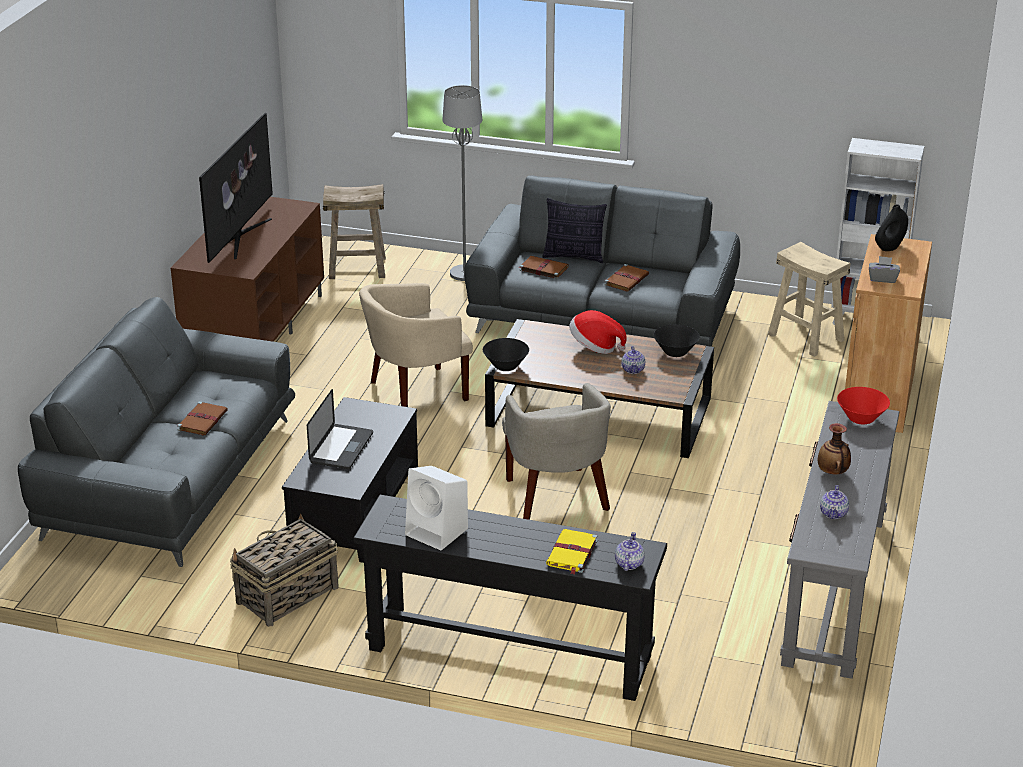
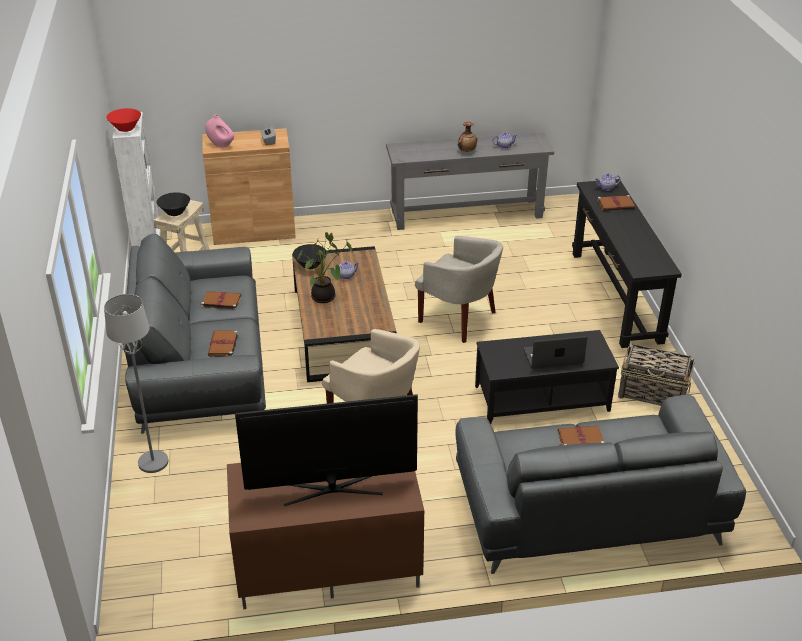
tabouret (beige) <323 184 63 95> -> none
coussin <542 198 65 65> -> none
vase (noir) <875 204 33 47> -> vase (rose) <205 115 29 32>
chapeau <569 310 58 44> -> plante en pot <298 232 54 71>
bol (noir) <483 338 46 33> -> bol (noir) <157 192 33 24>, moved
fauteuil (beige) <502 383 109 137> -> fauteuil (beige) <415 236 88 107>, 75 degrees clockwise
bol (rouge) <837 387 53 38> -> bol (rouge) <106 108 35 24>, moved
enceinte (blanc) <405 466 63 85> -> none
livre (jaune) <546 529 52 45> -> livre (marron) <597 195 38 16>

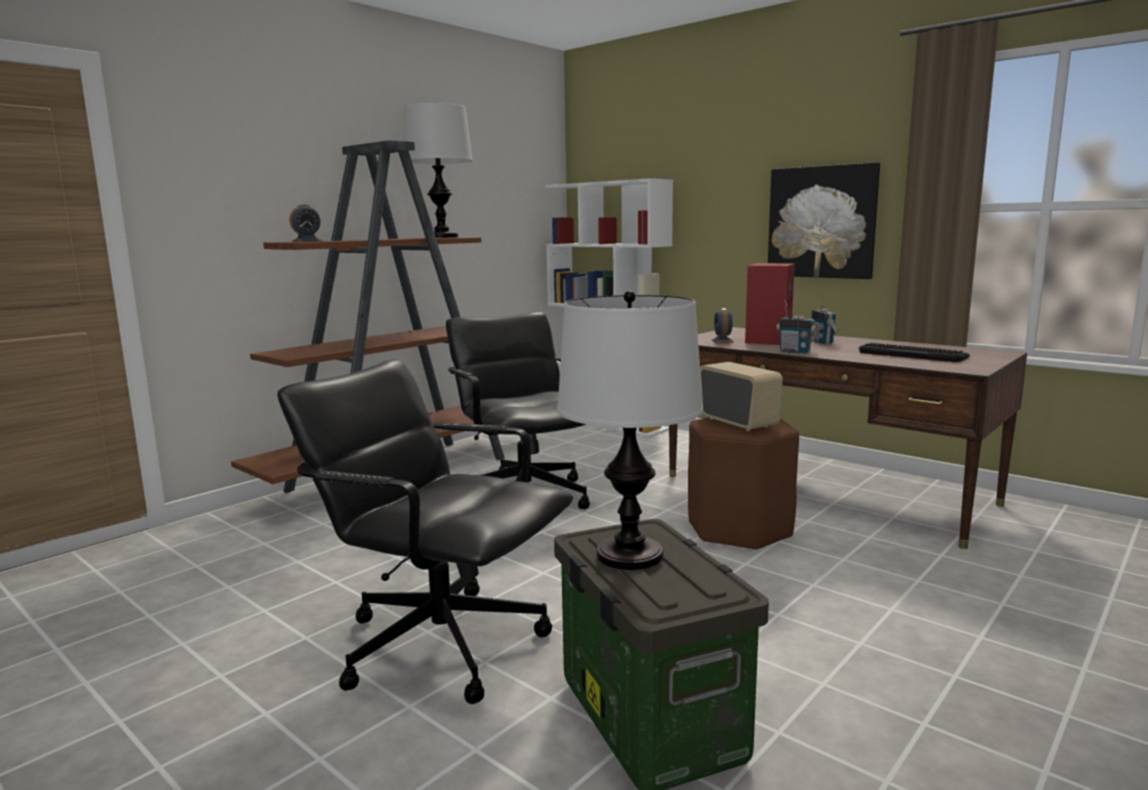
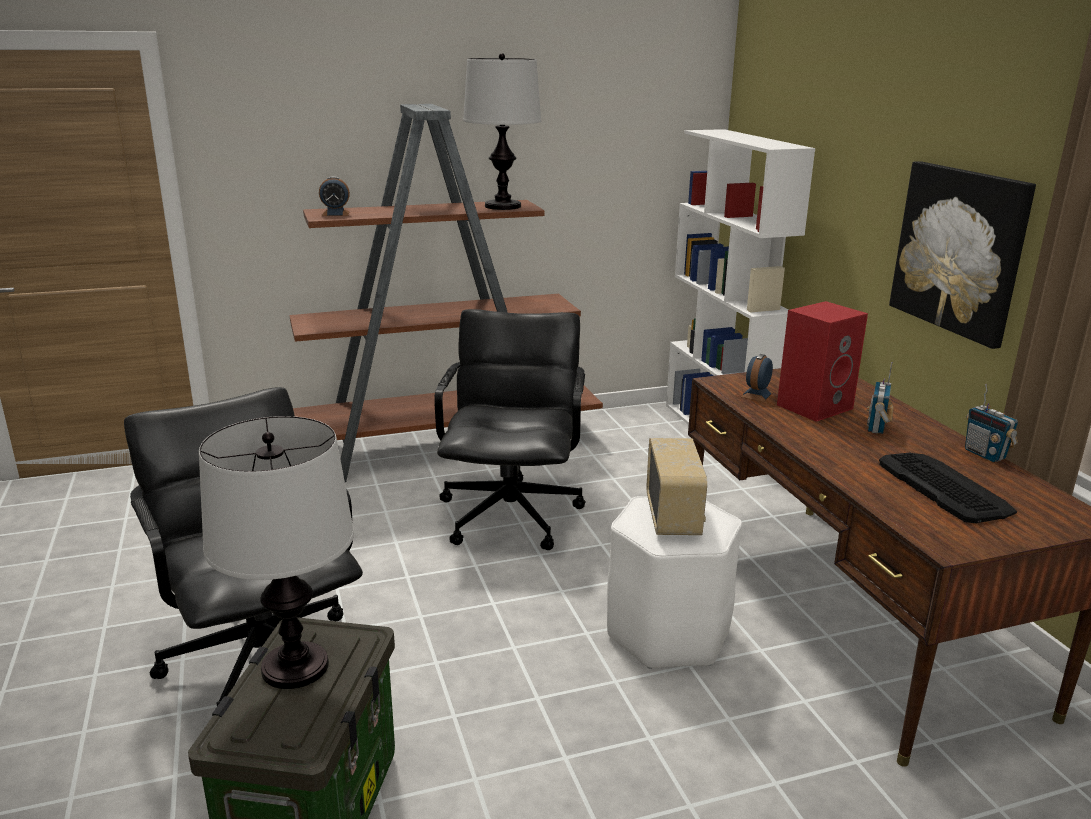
radio <776 300 40 54> -> radio <965 384 53 78>, moved
tabouret (marron) <688 417 111 134> -> tabouret (blanc) <607 496 135 173>

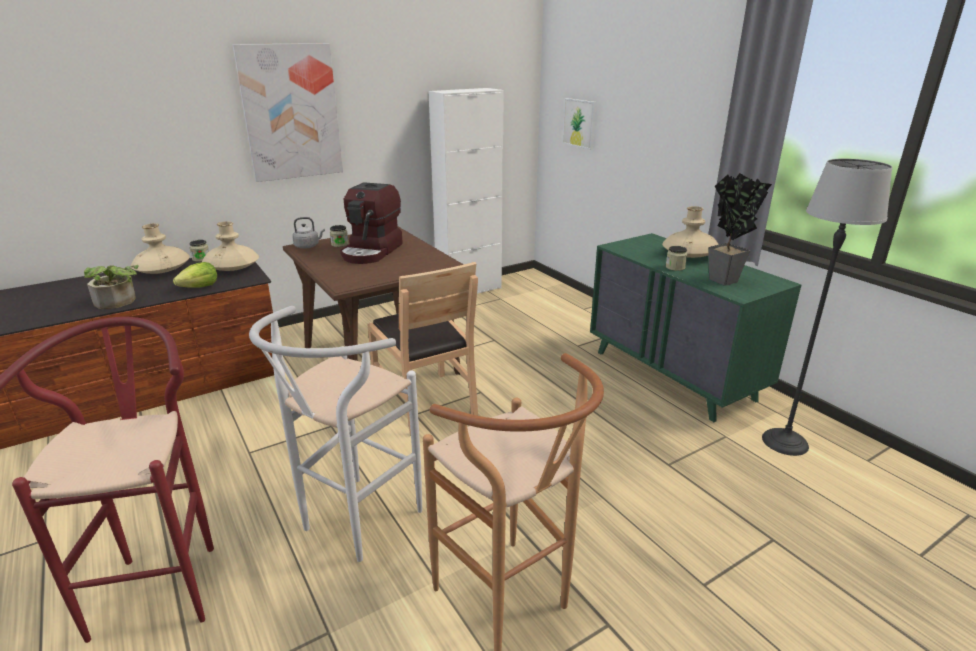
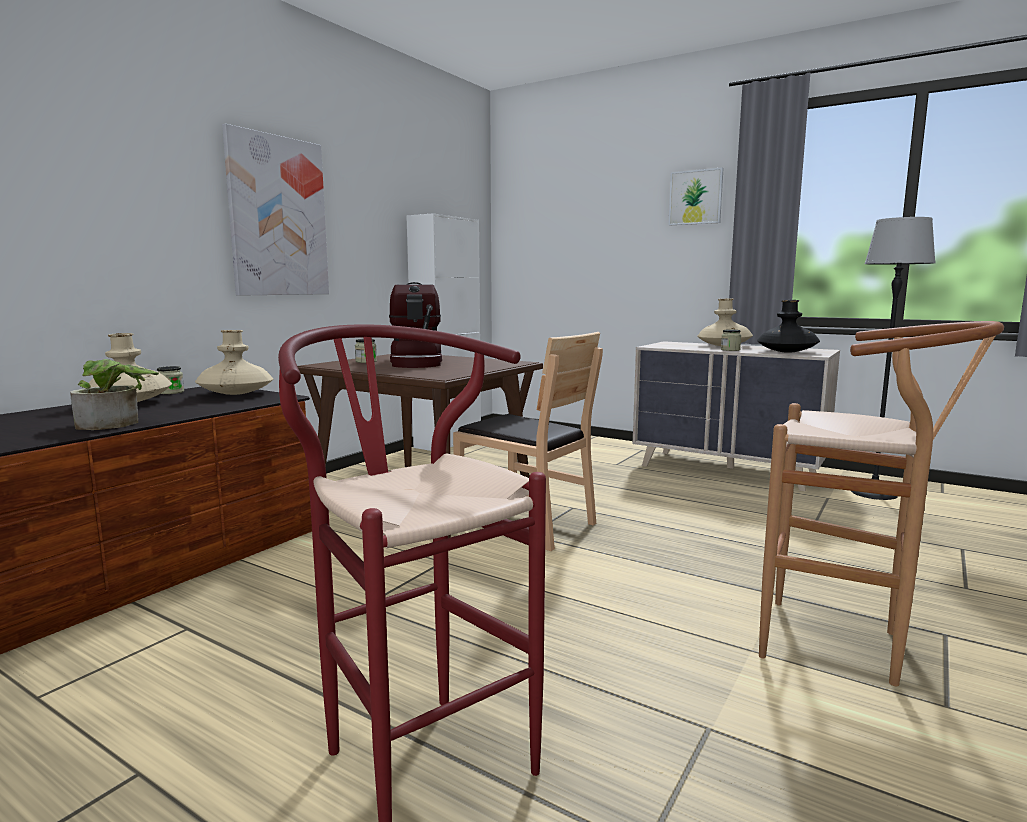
tableau <562 98 34 52> -> tableau <668 167 56 58>, moved
plante en pot <708 173 64 113> -> vase (noir) <757 300 63 53>
bouilloire (gris) <292 217 33 32> -> none
commode (vert) <590 233 211 189> -> commode (beige) <632 341 208 151>
laitue <173 262 44 26> -> none
tabouret (blanc) <249 306 173 256> -> none

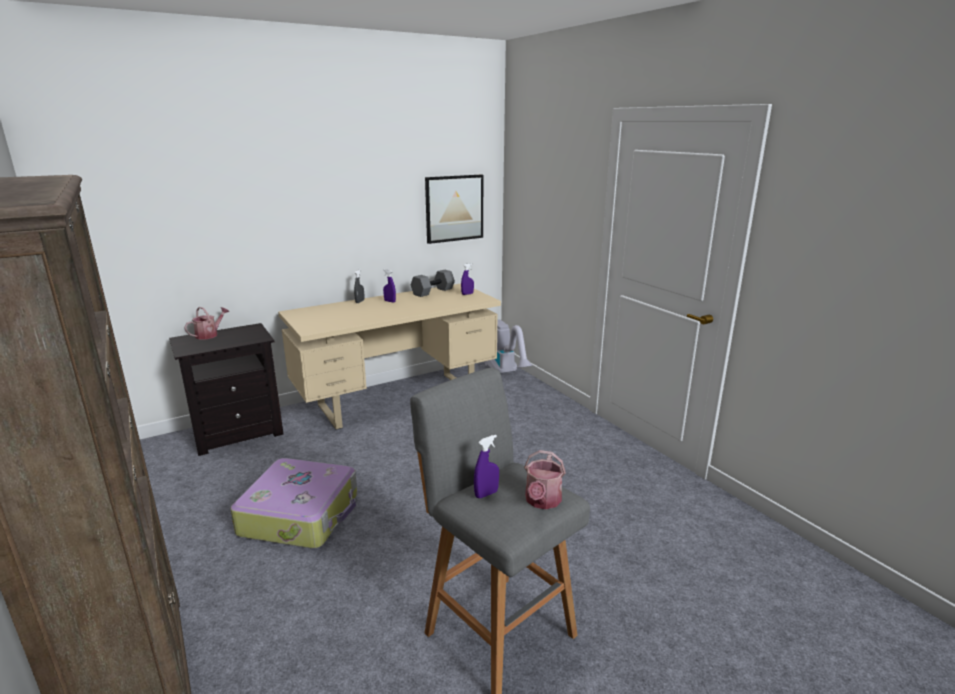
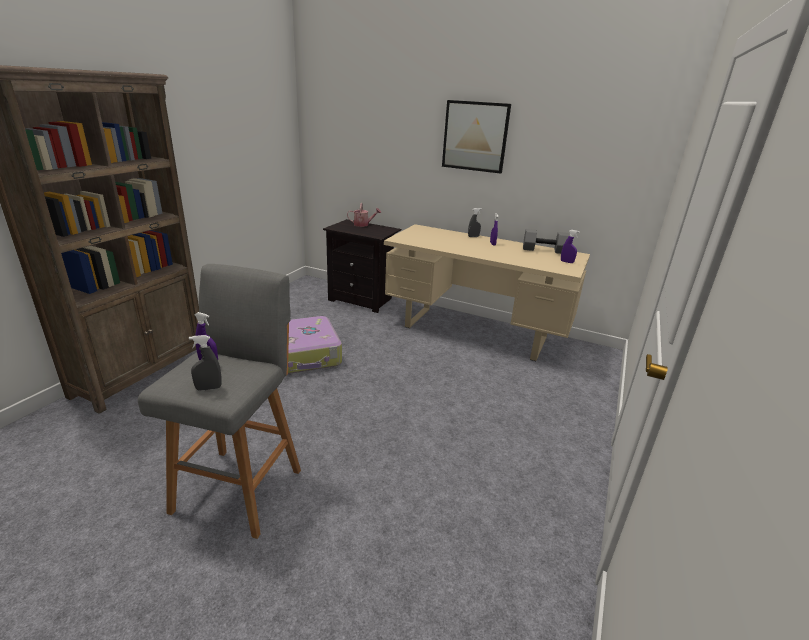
tableau <425 174 58 70> -> tableau <442 100 69 74>, moved
aspirateur <485 320 48 53> -> none
arrosoir <524 450 42 59> -> vaporisateur (gris) <189 335 33 56>

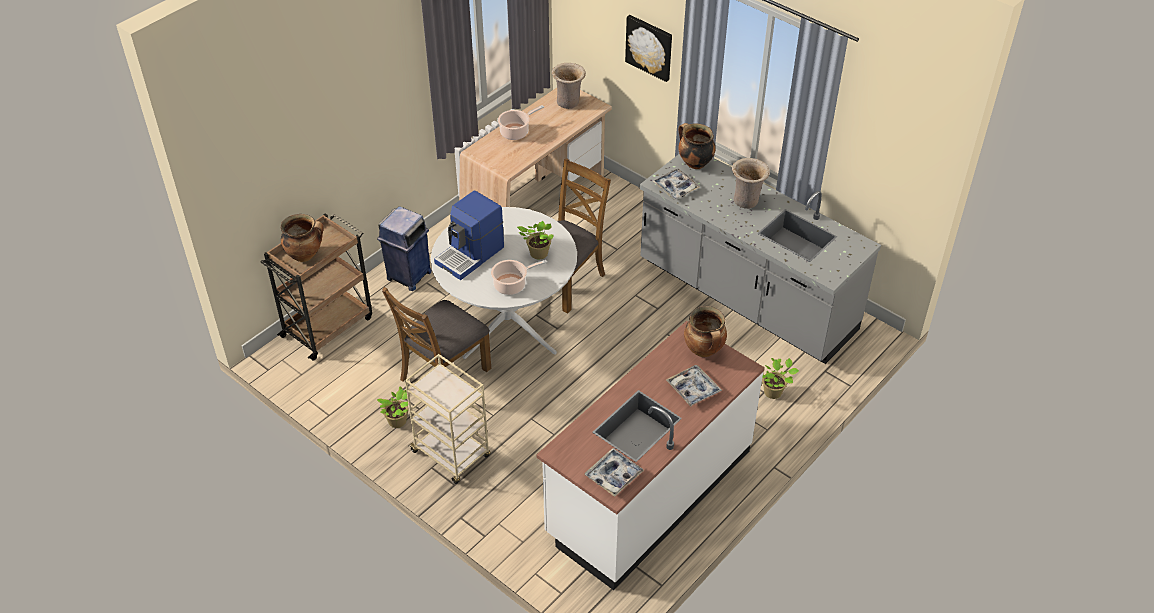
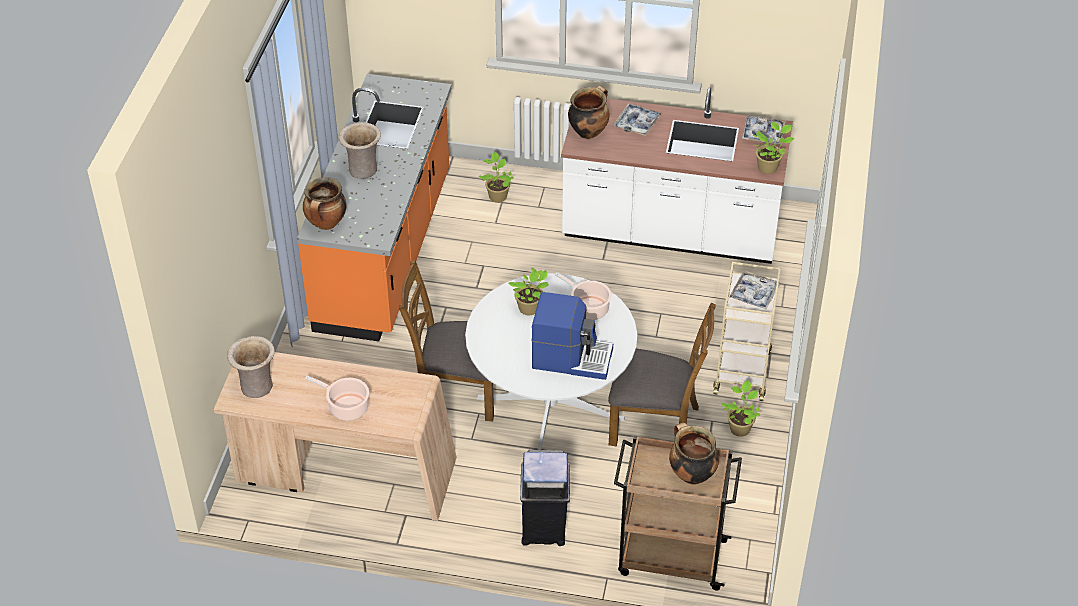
tableau <625 15 47 67> -> none
comptoir de cuisine (gris) <640 154 241 210> -> comptoir de cuisine (orange) <297 74 155 268>
plateau <653 169 47 31> -> plateau <729 271 51 39>, moved
none -> plante en pot <752 122 42 52>

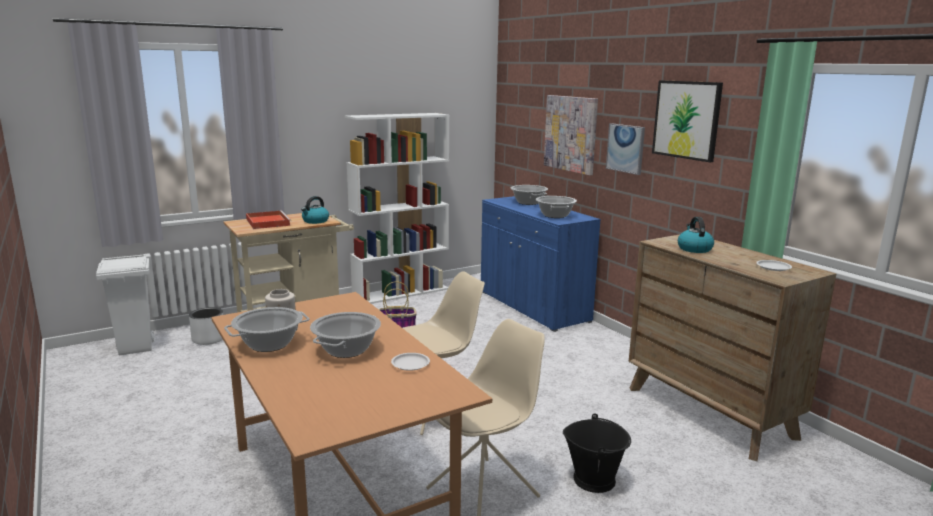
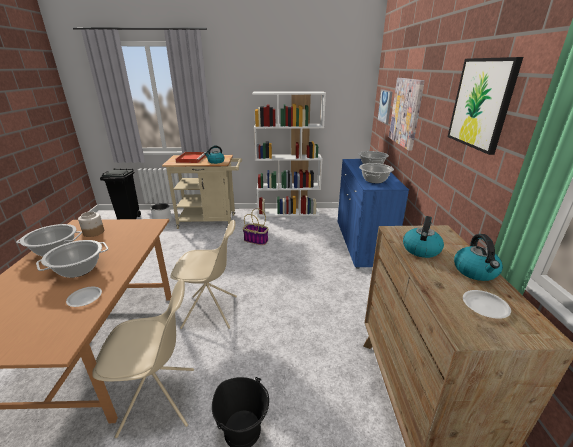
tableau <606 123 39 52> -> tableau <377 89 15 35>, moved
poubelle (blanc) <96 254 59 102> -> poubelle (noir) <100 168 41 51>
none -> bouilloire <454 234 49 47>

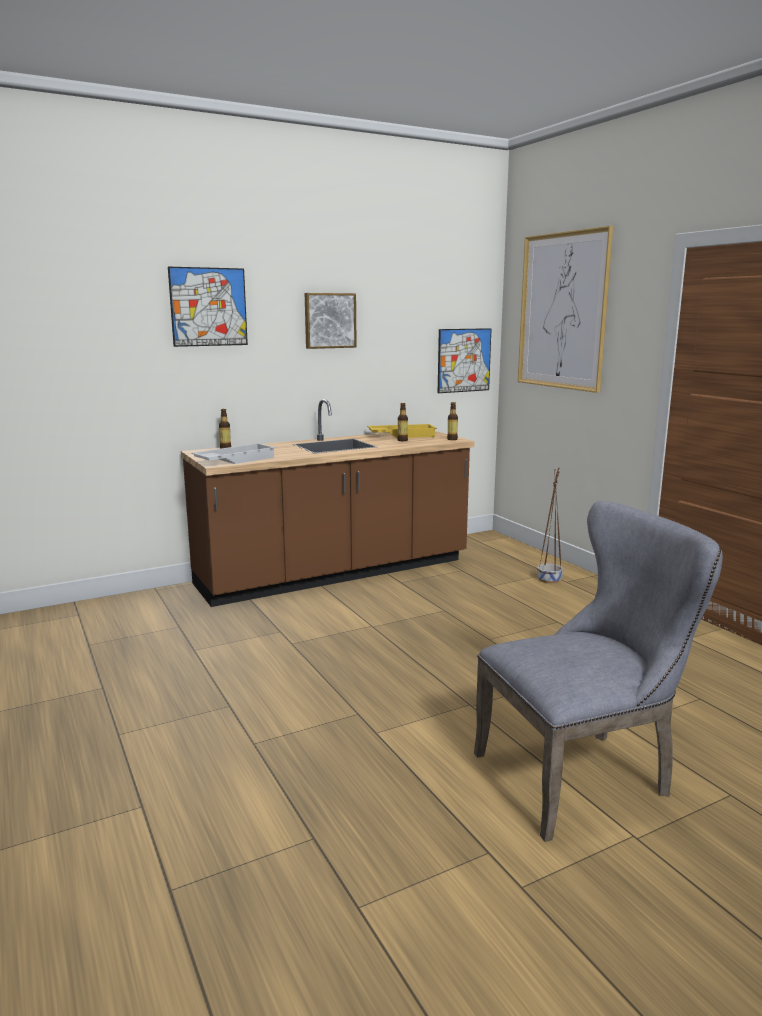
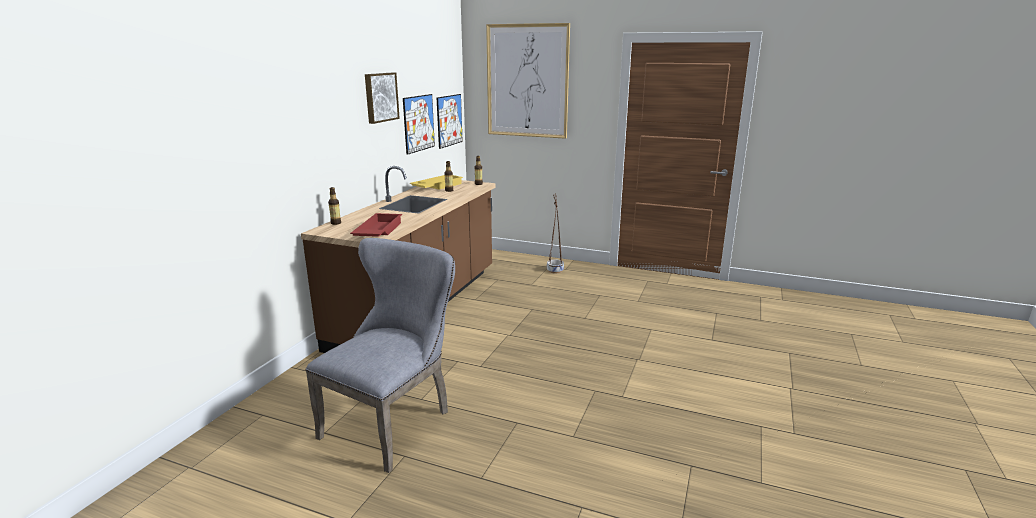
tableau <168 267 80 80> -> tableau <403 94 32 61>, moved
plateau (blanc) <191 443 85 21> -> plateau (rouge) <350 213 52 24>
chaise (gris) <474 501 248 341> -> chaise (gris) <305 238 150 235>, moved

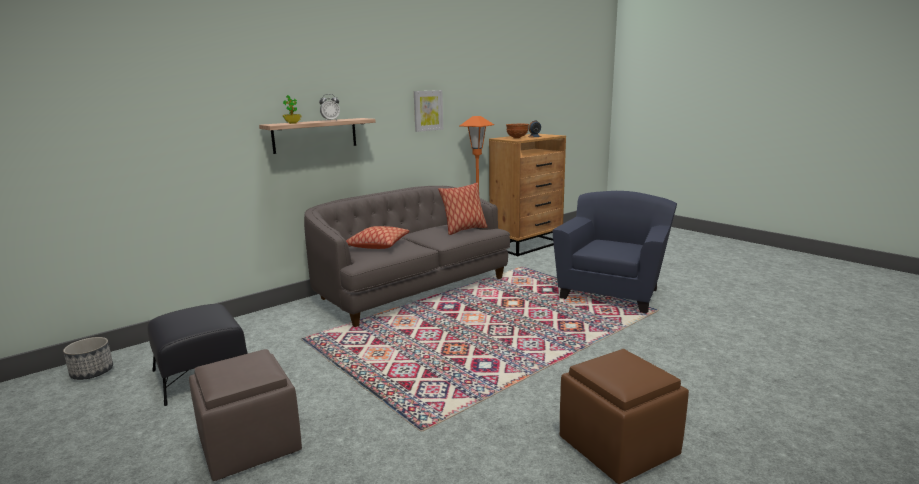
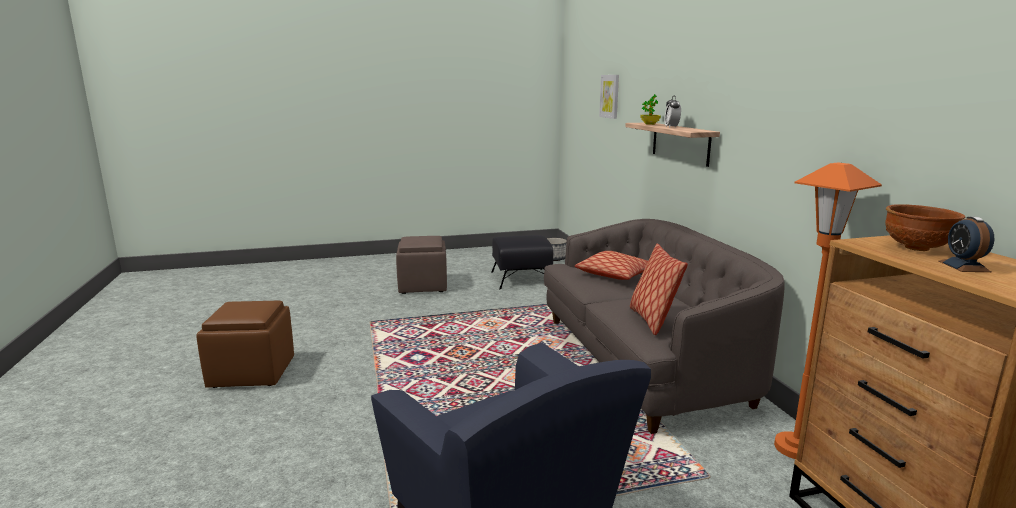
tableau <414 90 29 42> -> tableau <599 75 20 44>, moved

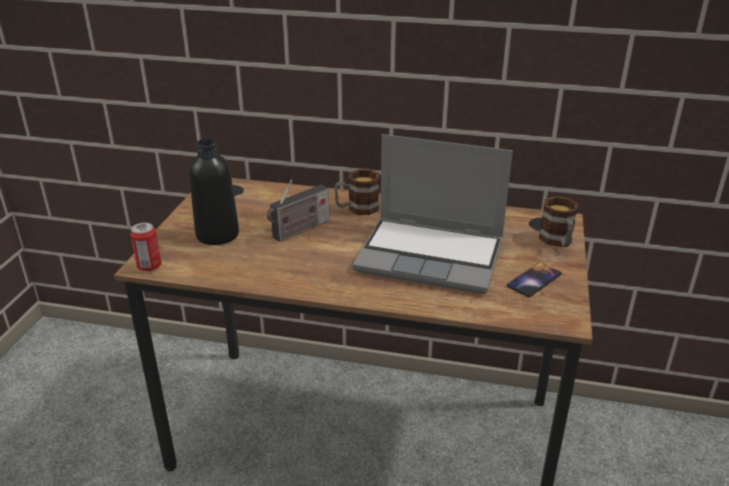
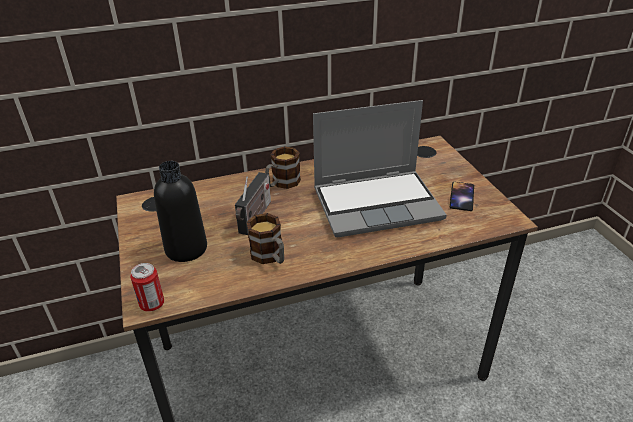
mug <539 196 39 51> -> mug <247 213 37 51>, moved

